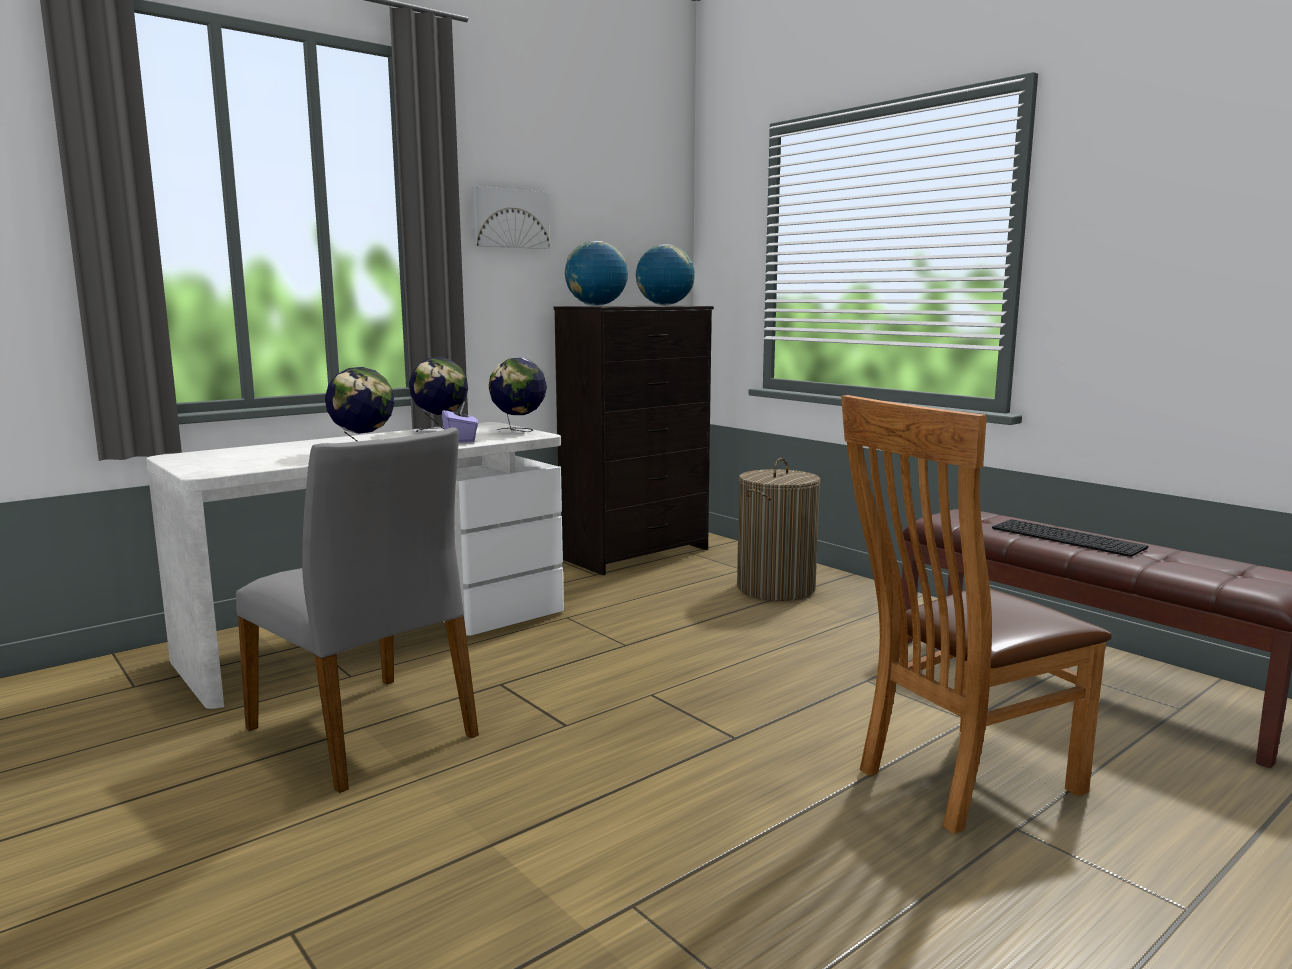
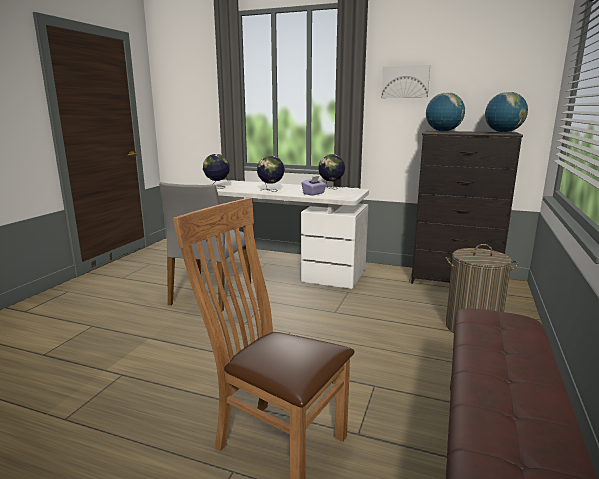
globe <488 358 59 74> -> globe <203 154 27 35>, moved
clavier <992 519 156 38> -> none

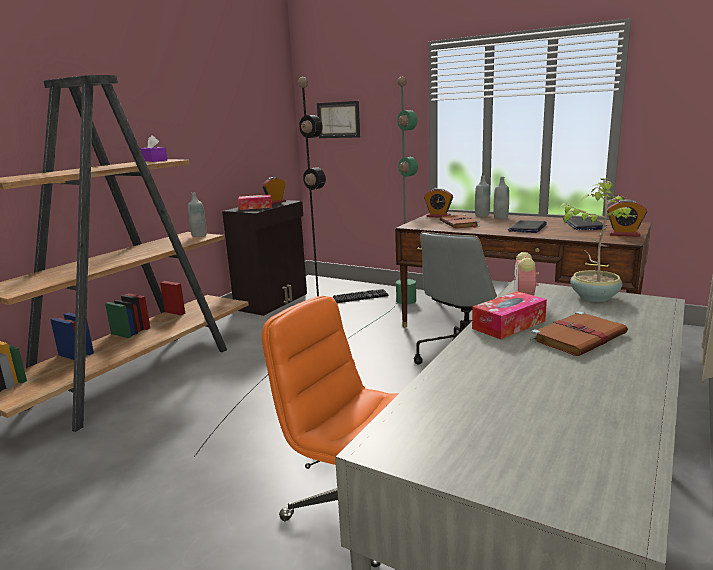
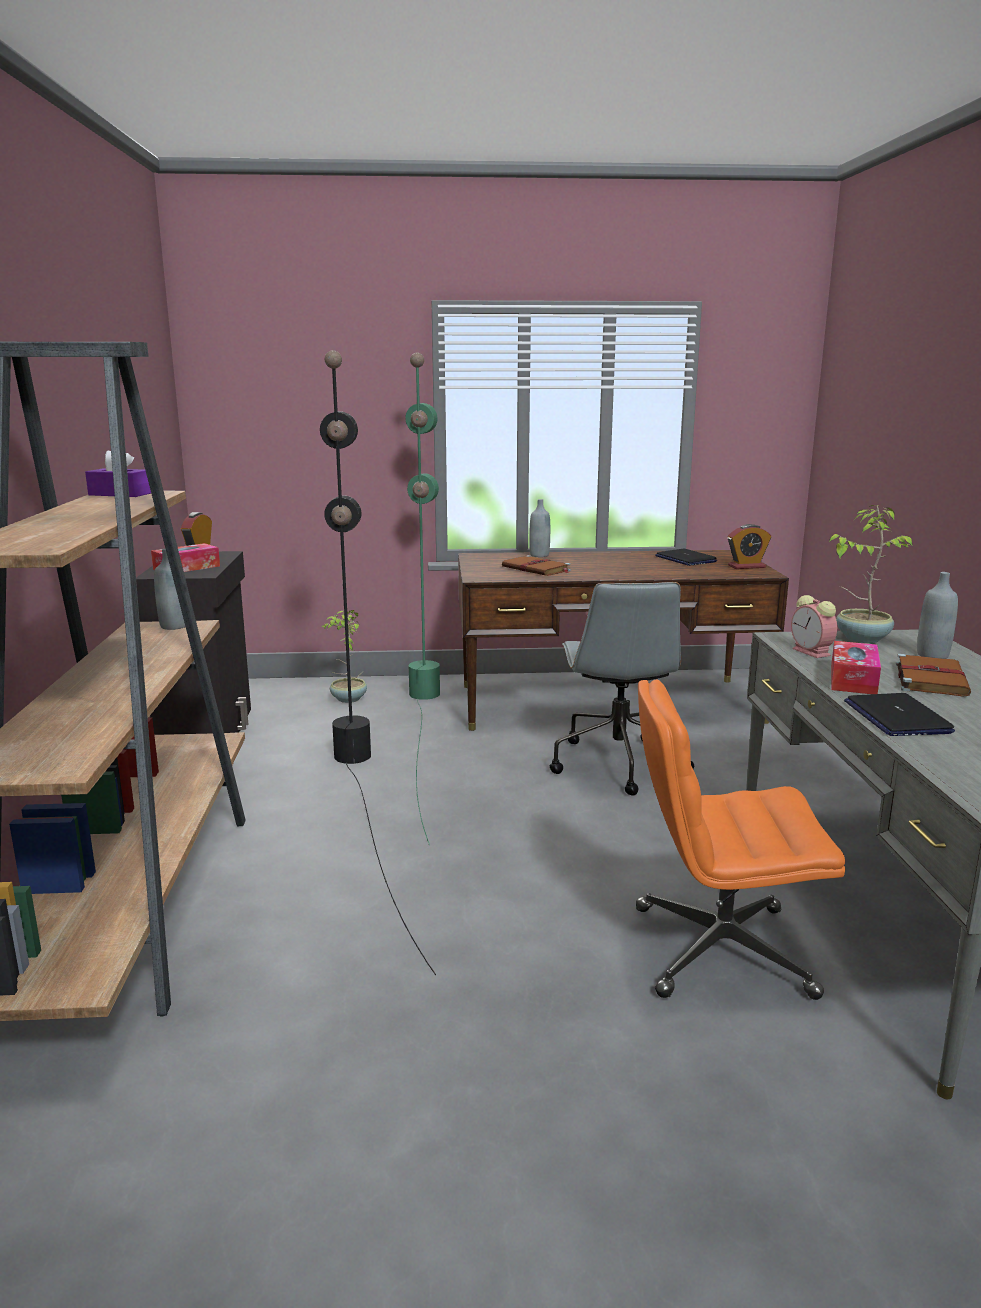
tableau <317 101 43 37> -> none
bouteille (gris) <494 177 15 42> -> bouteille (gris) <917 572 41 87>, moved
réveil <424 188 29 30> -> none
ordinateur portable <508 220 39 13> -> ordinateur portable <844 693 111 43>, moved
clavier <333 289 55 14> -> plante en pot <322 610 45 93>

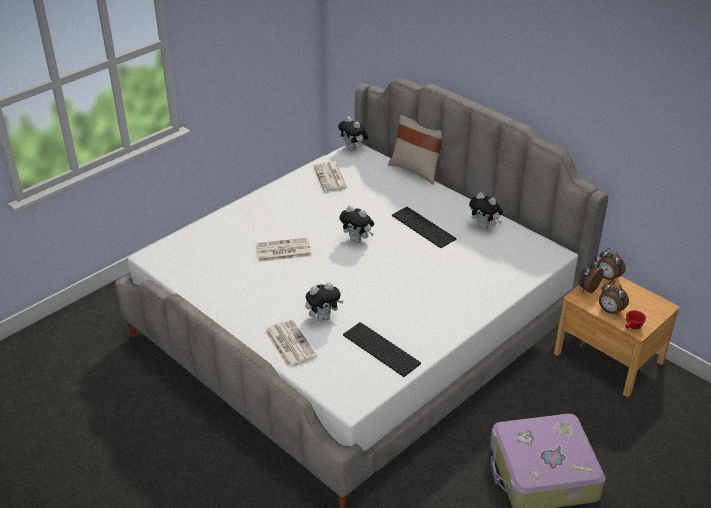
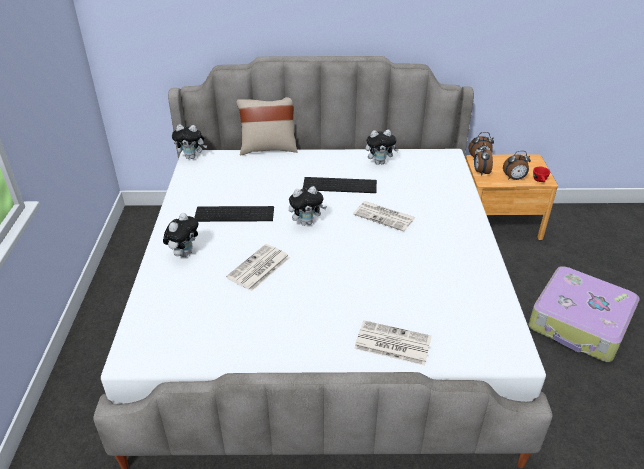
journal <313 162 35 29> -> journal <353 201 62 30>, moved
peluche <305 282 39 39> -> peluche <163 213 36 44>, moved
clavier <343 322 78 55> -> clavier <194 206 80 16>, moved

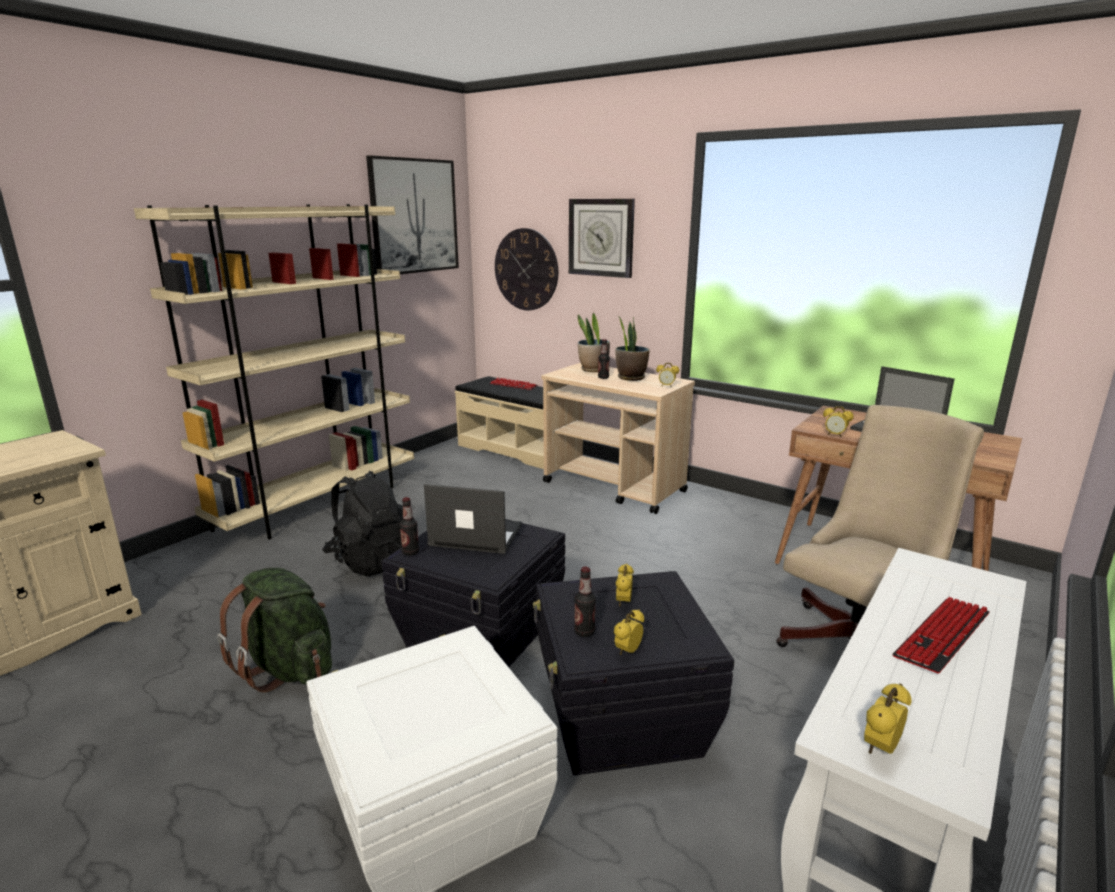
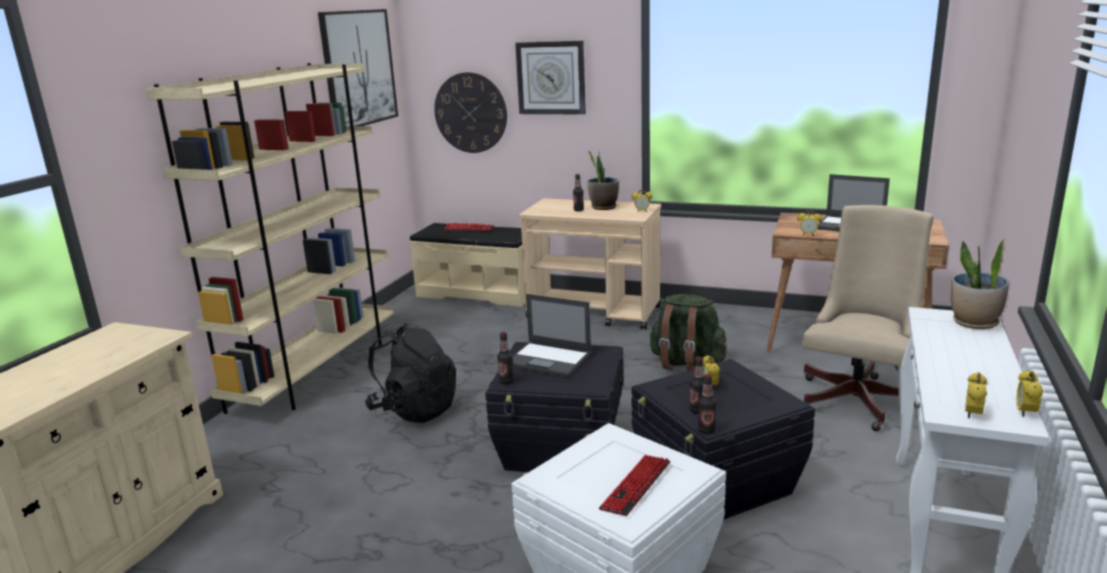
plante en pot <578 313 32 59> -> plante en pot <951 239 58 90>, moved
ordinateur portable <424 484 98 70> -> ordinateur portable <513 294 78 83>, 150 degrees counterclockwise
sac à dos (vert) <217 568 115 124> -> sac à dos (vert) <649 294 78 77>, moved
clavier <892 597 97 76> -> clavier <599 455 71 61>, moved
réveil <614 609 30 46> -> réveil <1017 370 26 47>, moved
none -> bouteille <697 374 19 60>

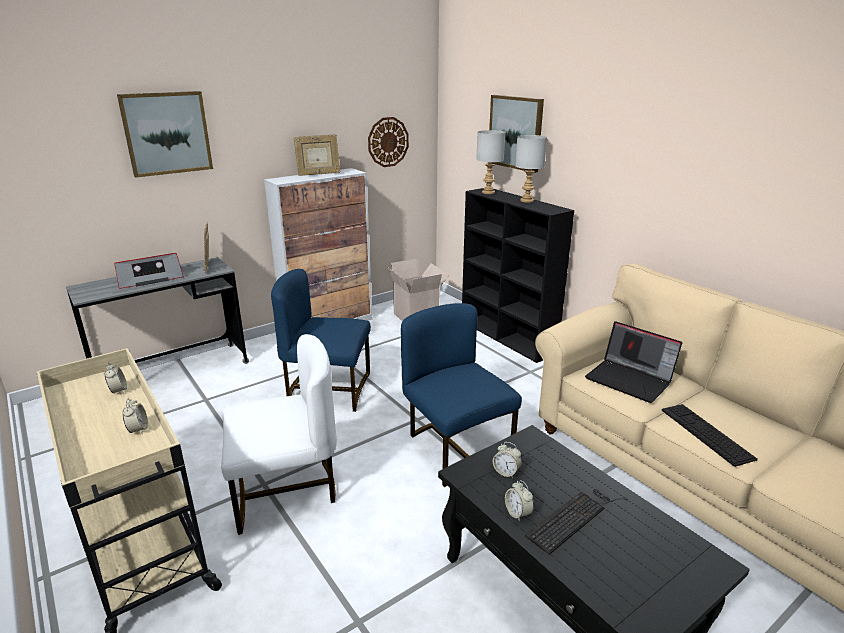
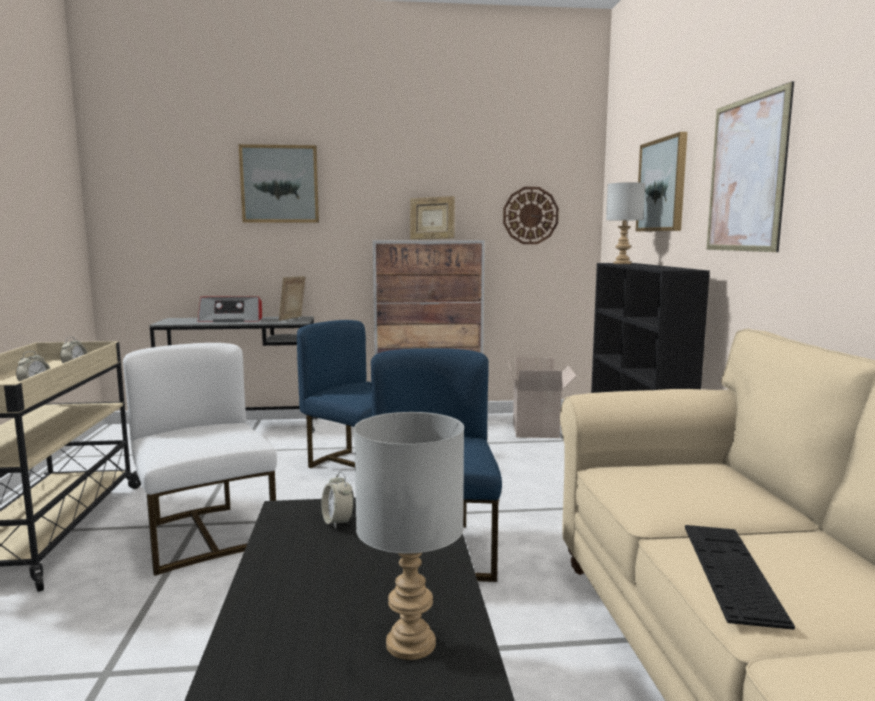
lampe de table (gris) <515 135 32 68> -> lampe de table (gris) <354 412 110 248>, moved
ordinateur portable <585 321 97 82> -> none
chaise (blanc) <221 334 116 201> -> chaise (blanc) <123 343 154 233>, 135 degrees counterclockwise
réveil <505 480 29 42> -> none
clavier <525 489 103 66> -> none
none -> tableau <707 81 87 171>

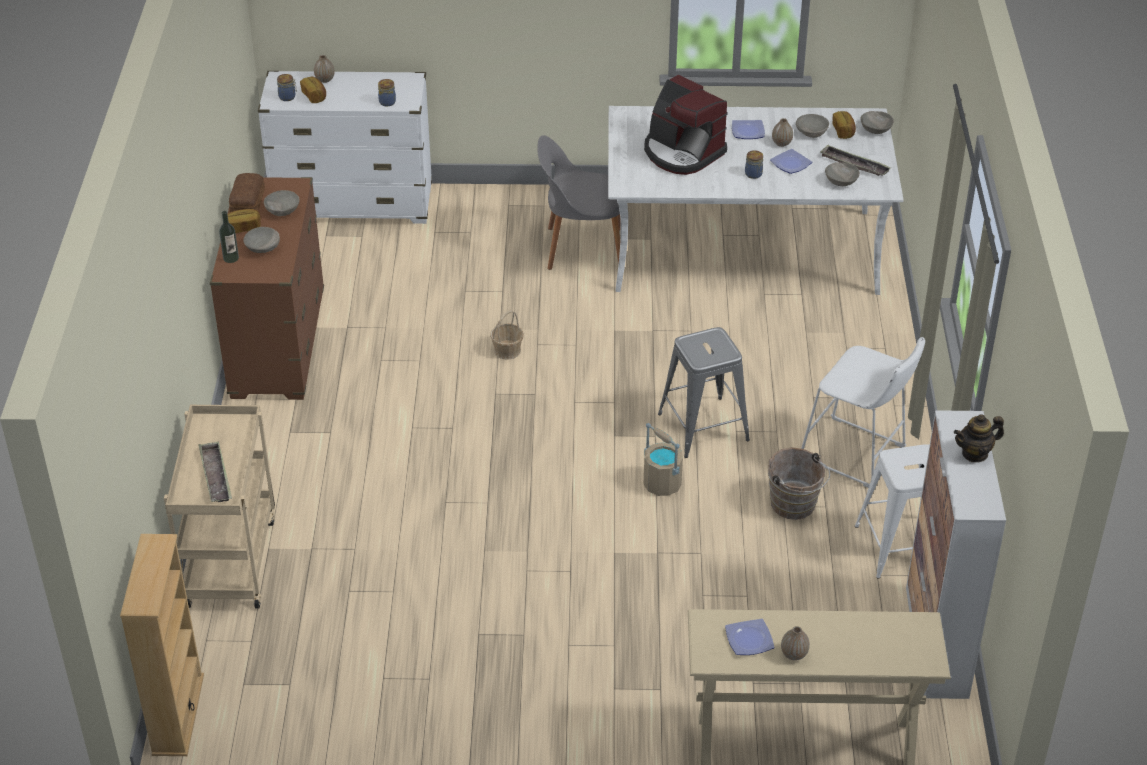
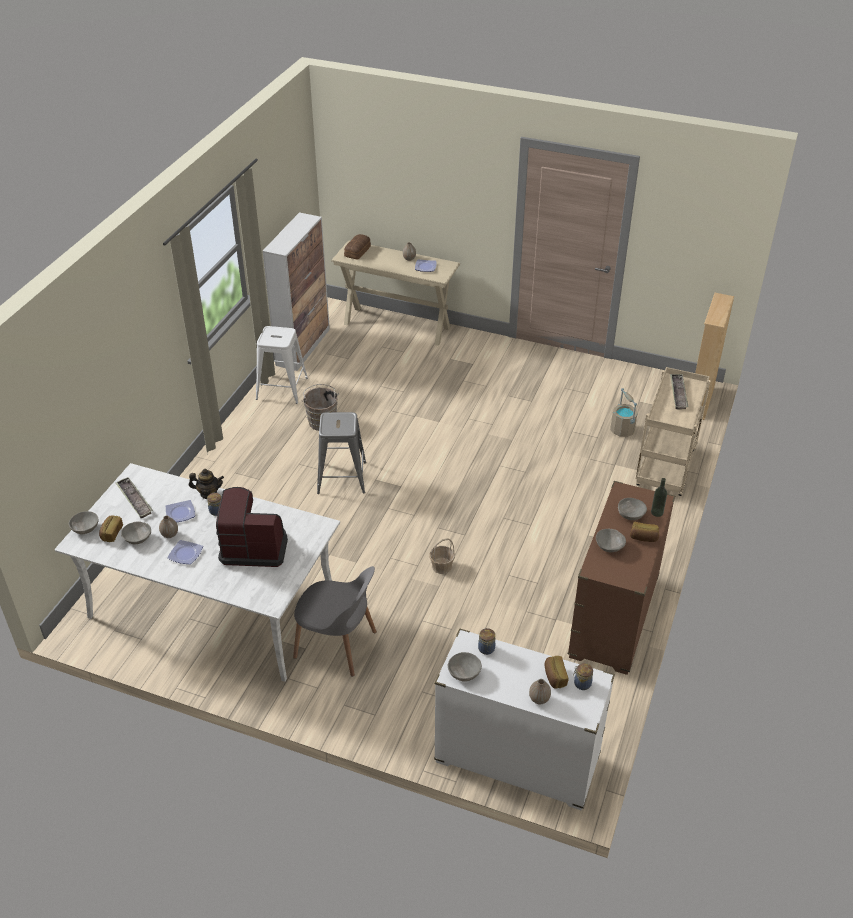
machine à café <644 74 84 101> -> machine à café <216 487 72 80>, 60 degrees counterclockwise
bol (gris) <825 162 35 24> -> bol (gris) <448 652 34 30>, moved
pain <229 173 36 39> -> pain <344 234 27 26>, moved
tabouret (blanc) <801 337 124 151> -> none
théière <954 414 50 48> -> théière <189 469 35 30>, moved
seau (beige) <644 423 39 73> -> seau (beige) <610 388 27 49>, moved

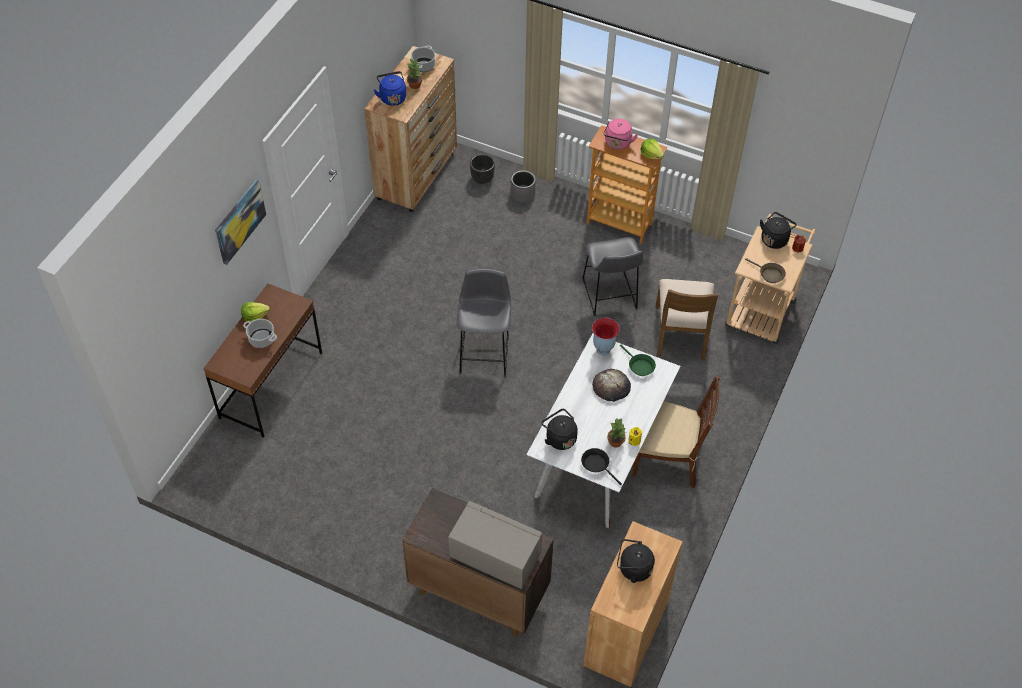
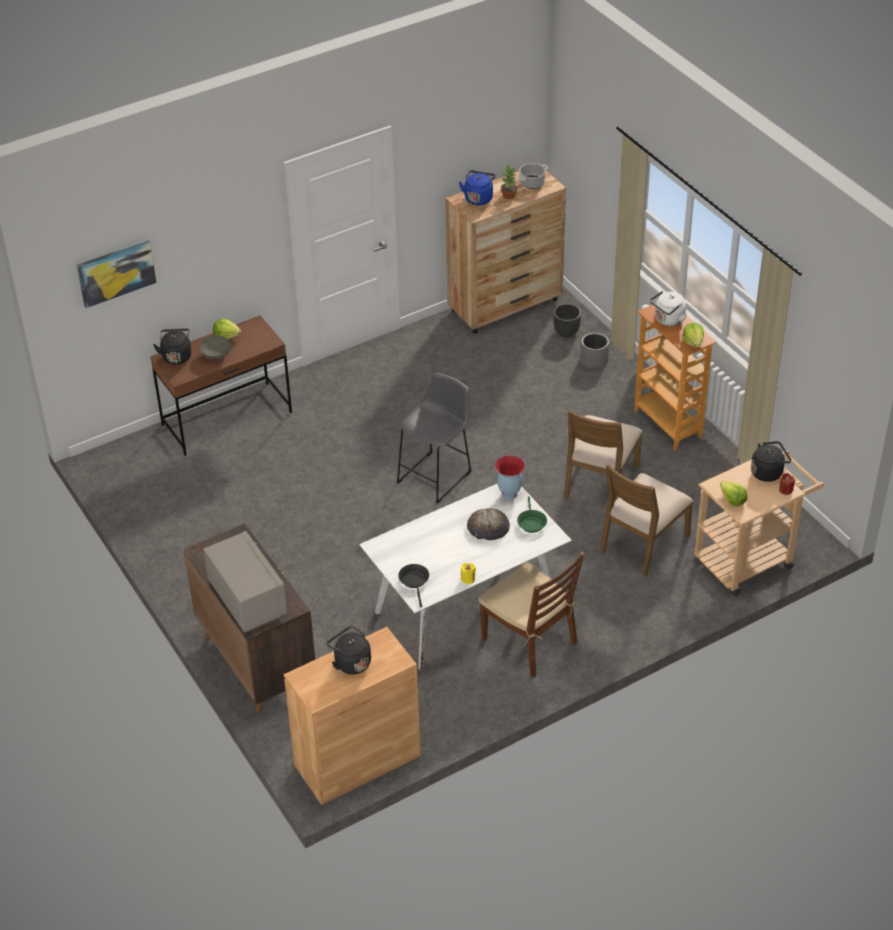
bouilloire (rose) <603 119 35 31> -> bouilloire (blanc) <650 291 37 35>
tableau <215 180 51 85> -> tableau <77 240 79 68>, moved
tabouret (gris) <582 237 62 79> -> chaise (marron) <564 410 78 91>
poêle (marron) <745 258 41 25> -> laitue <720 481 27 25>
marmite <243 319 34 29> -> bol (gris) <199 336 32 23>
bouilloire (noir) <541 409 37 41> -> bouilloire (noir) <153 328 38 37>, moved
plante en pot <607 418 19 30> -> none

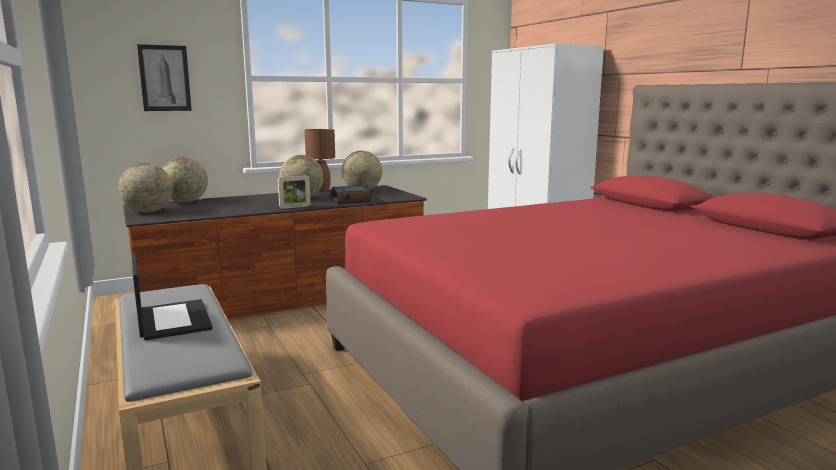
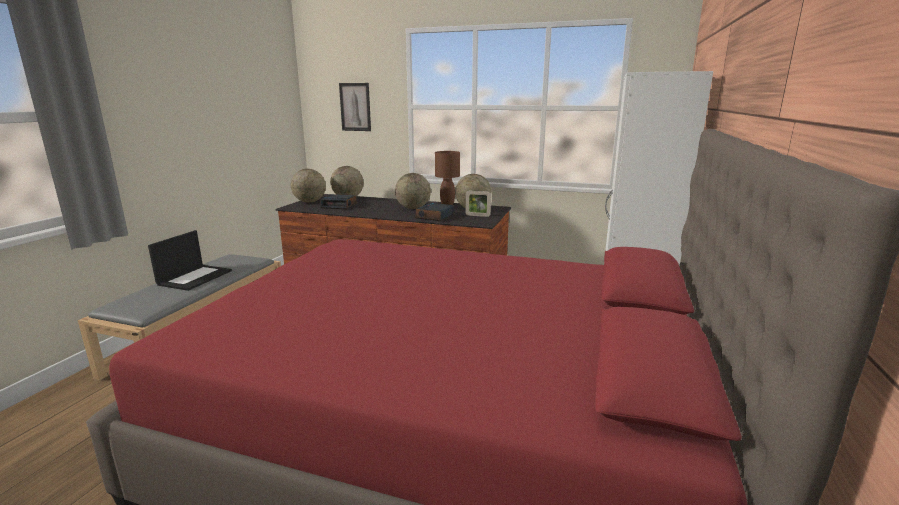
cadre photo <278 175 33 34> -> cadre photo <466 190 25 27>, moved
none -> réveil <320 194 37 15>

